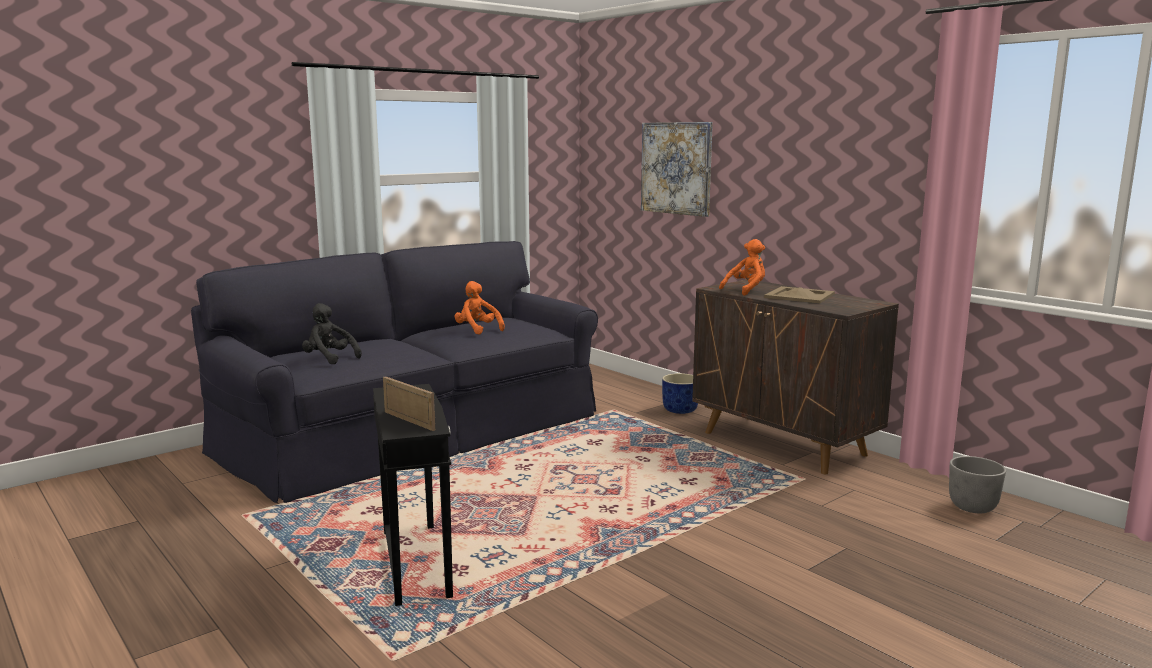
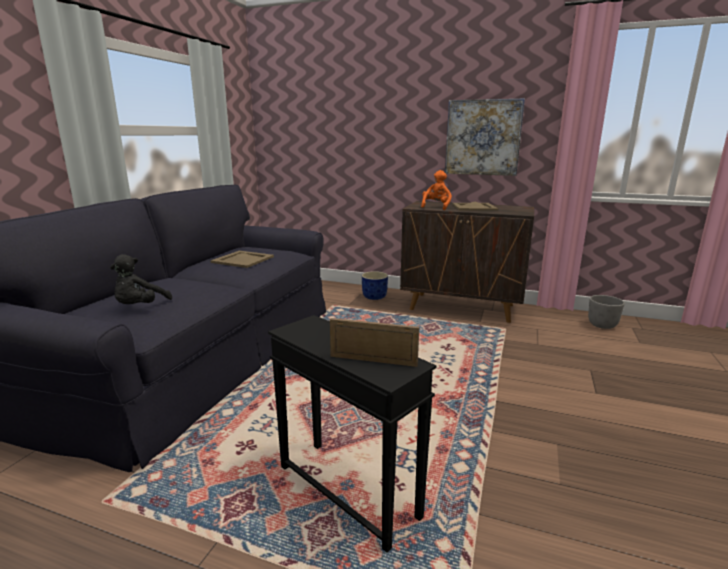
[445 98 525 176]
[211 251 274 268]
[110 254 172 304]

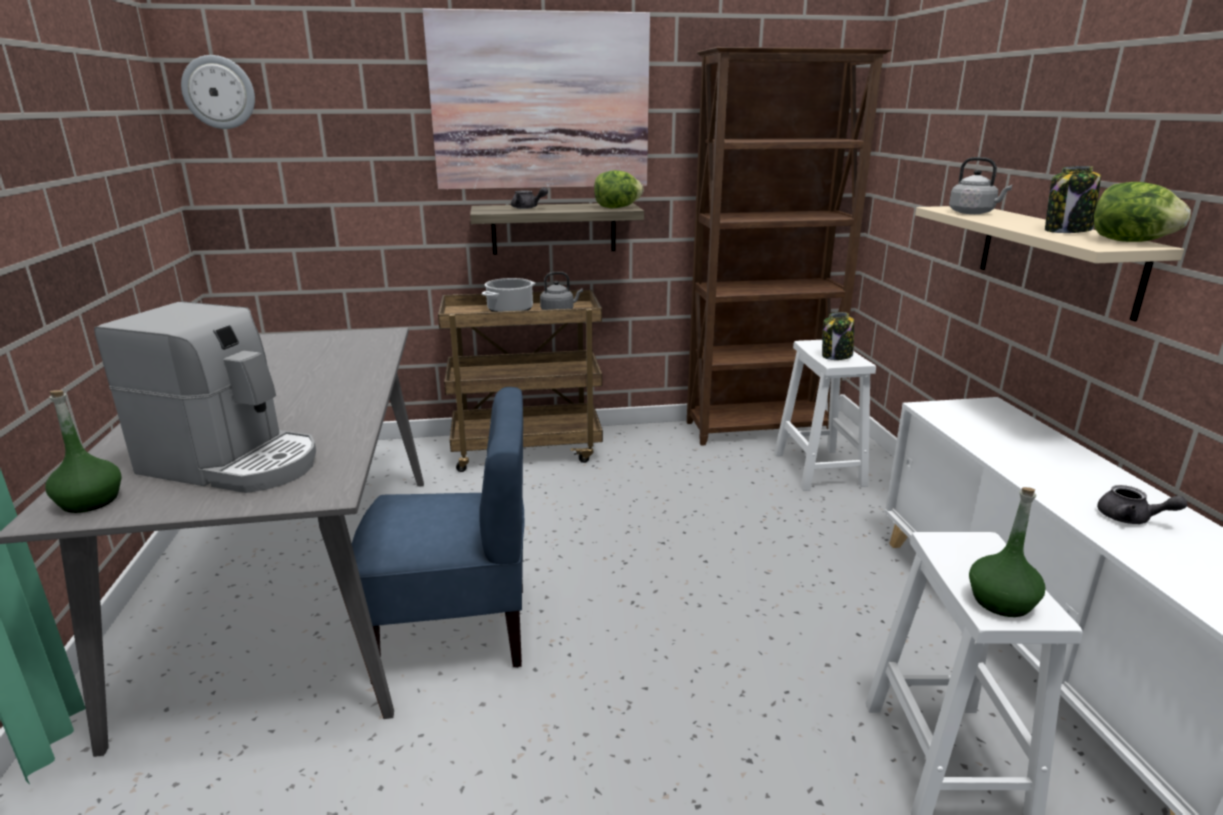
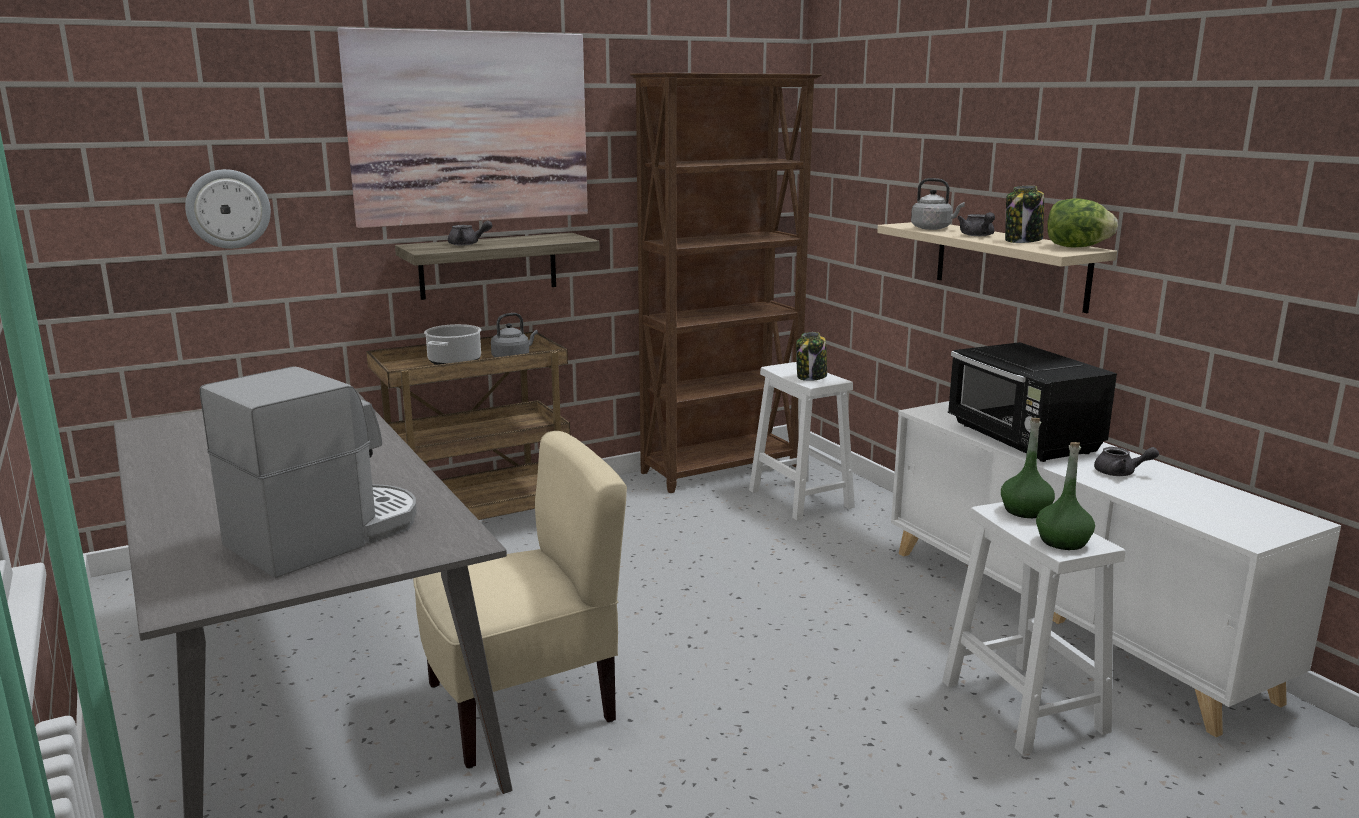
[185 169 271 249]
[594 170 643 208] (first image)
[200 366 417 578]
[413 431 627 768]
[1001 418 1055 518]
[957 212 995 236]
[948 342 1117 462]

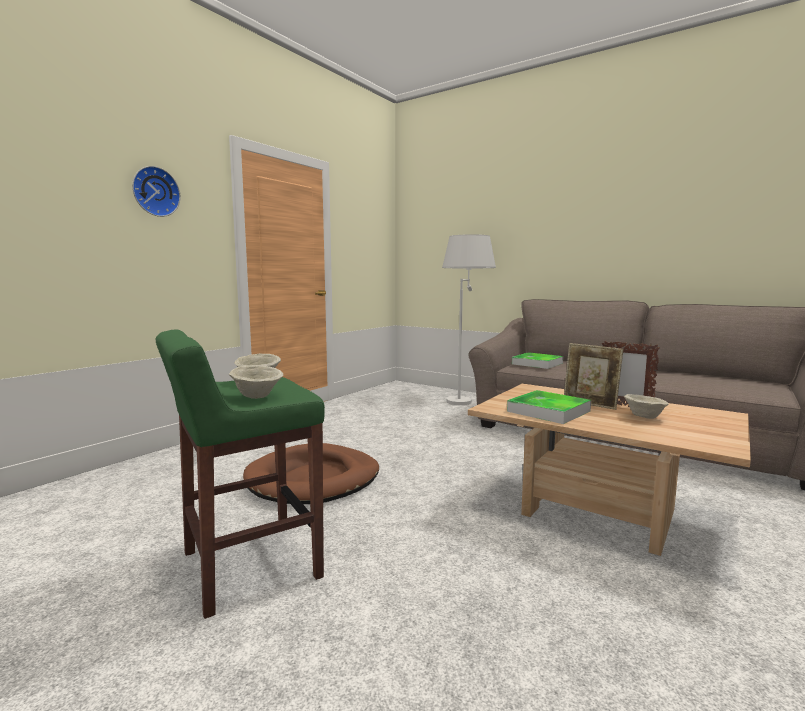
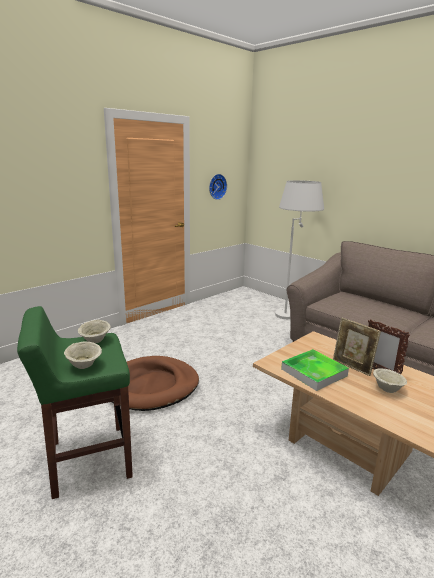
[209 174 227 200]
[512 352 563 369] (first image)

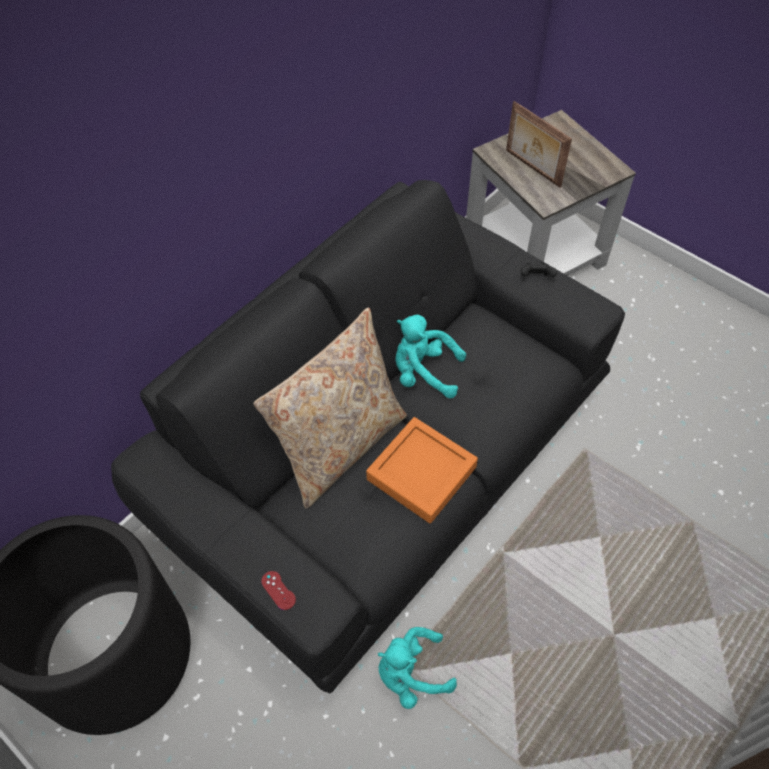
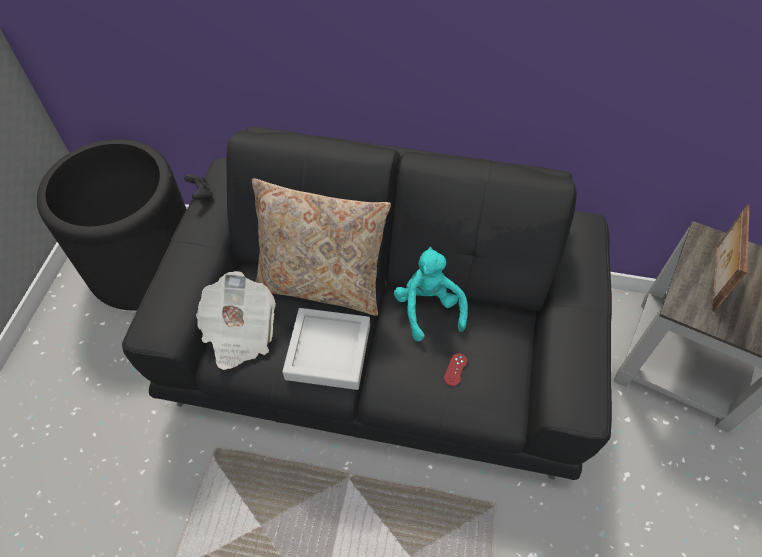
[184 174 213 200]
[282 308 370 390]
[444 353 467 386]
[378 627 457 709] (first image)
[196 271 276 370]

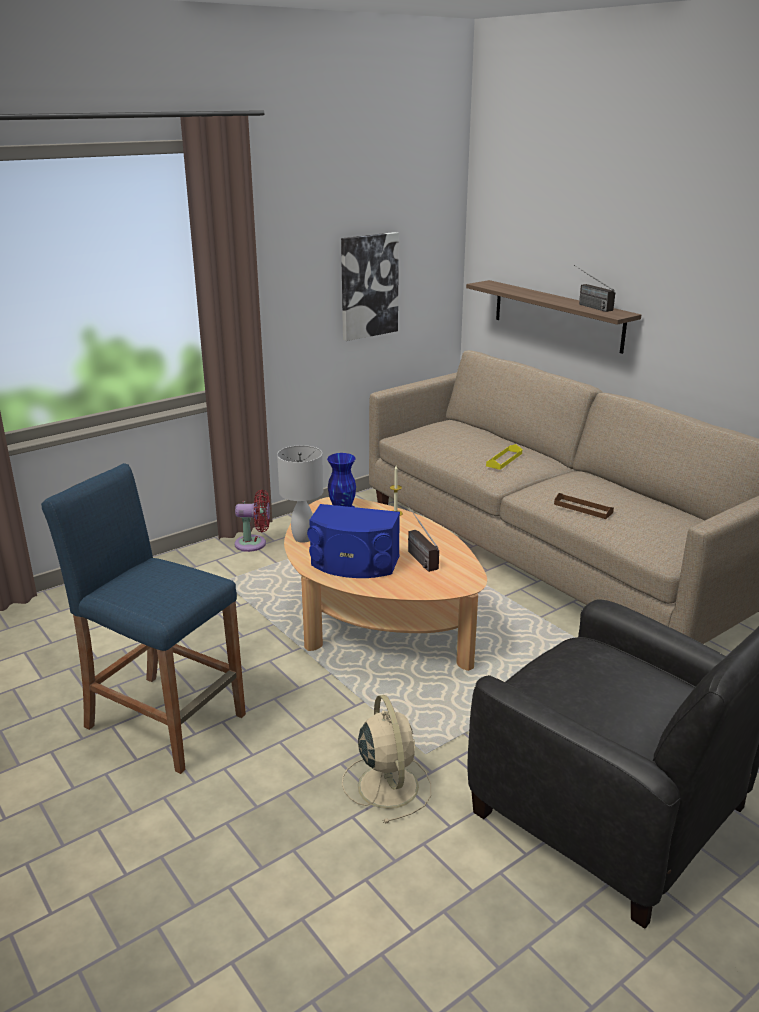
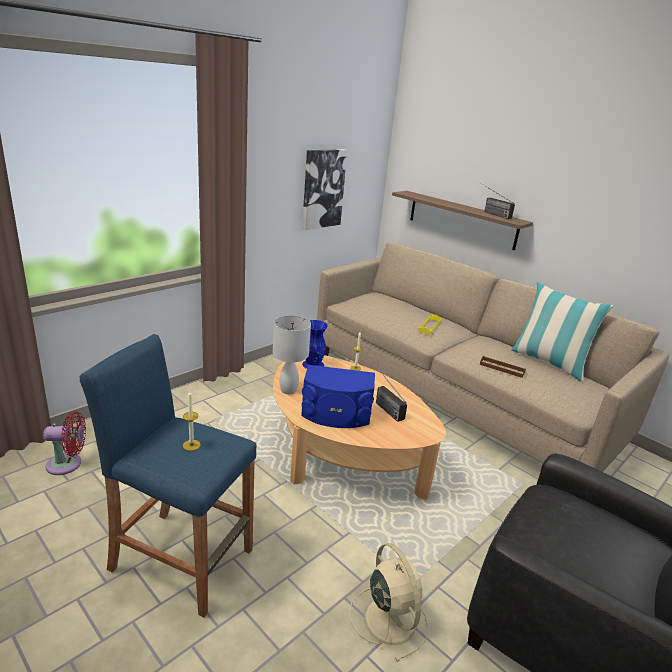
[43 411 86 475]
[511 282 613 382]
[183 391 201 451]

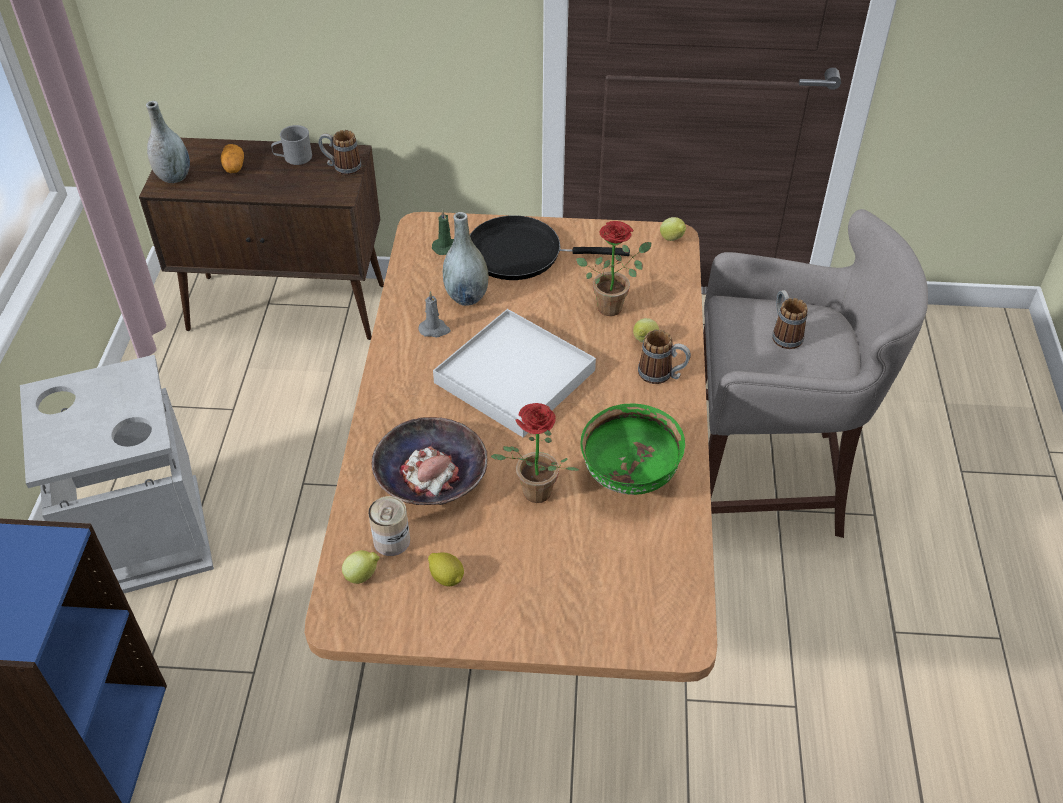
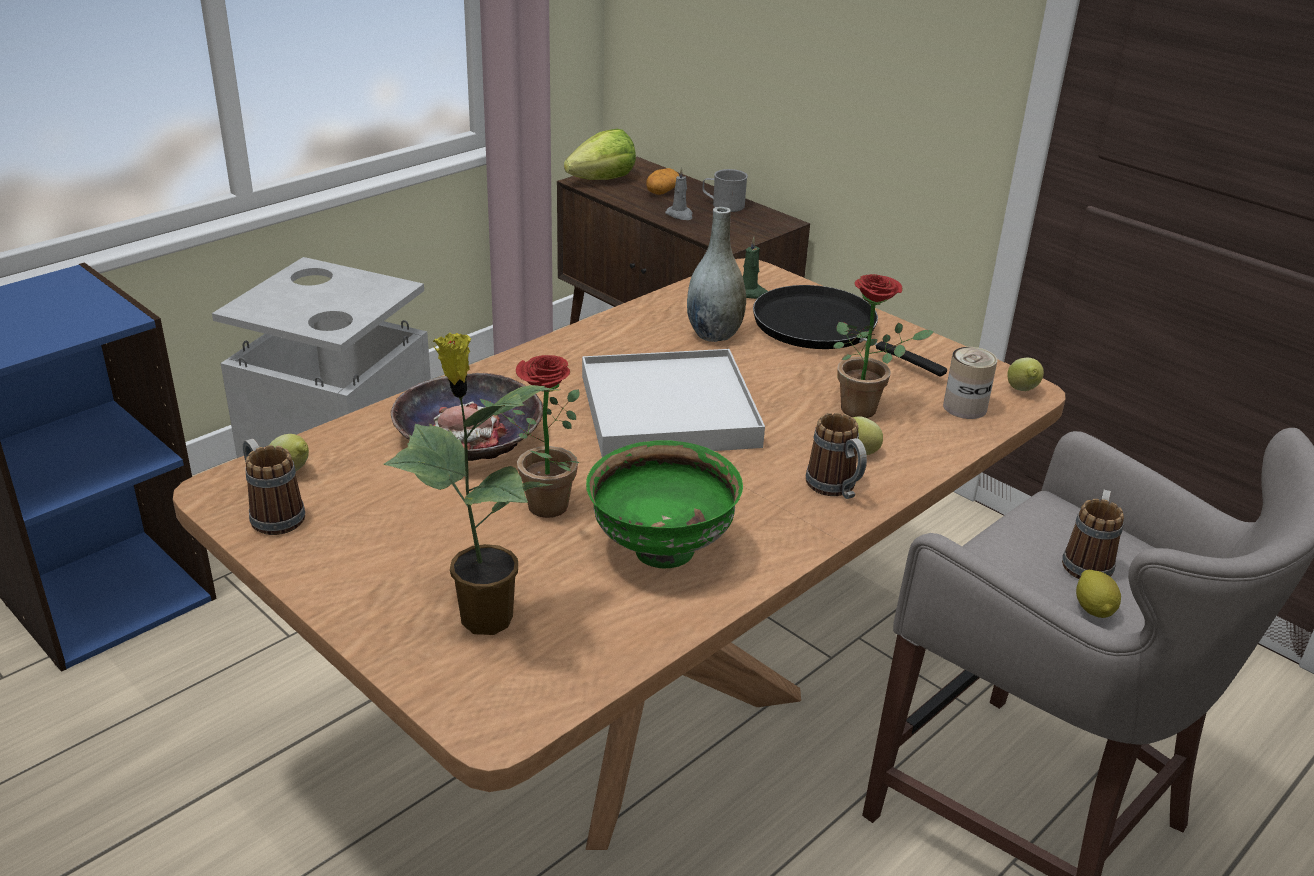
[564 129 636 180]
[243 438 305 535]
[665 167 693 220]
[943 347 997 419]
[1076 570 1121 618]
[383 333 560 635]

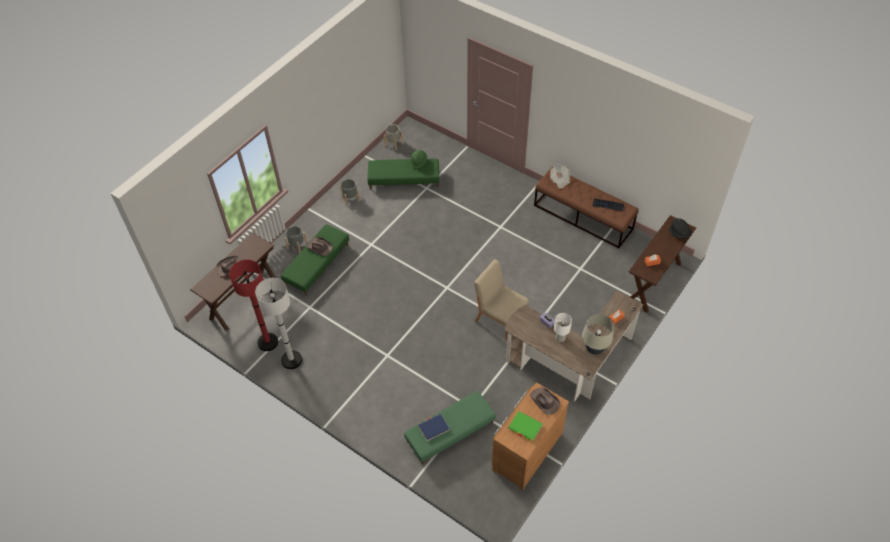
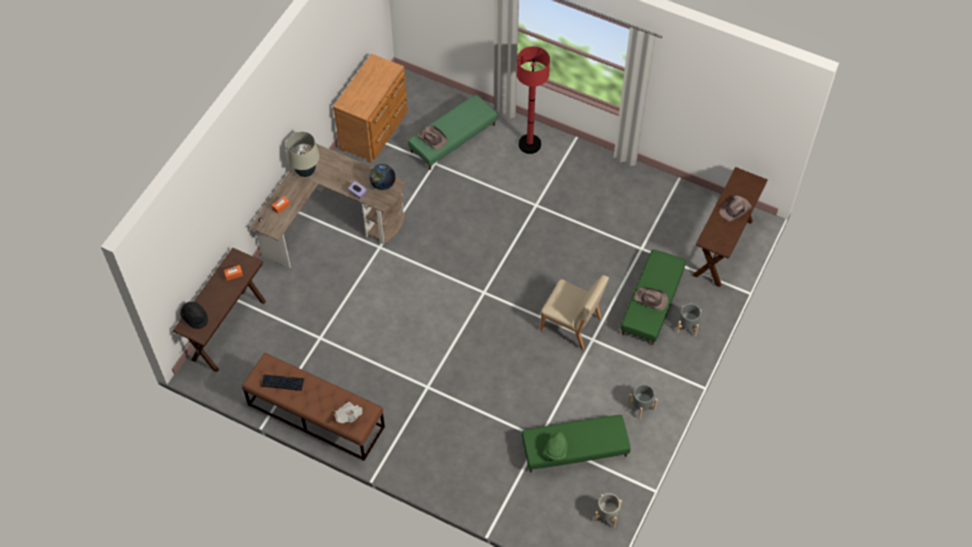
[540 275 609 350]
[517 46 550 154]
[255 278 302 369] (first image)
[554 313 572 342] (first image)
[418 126 448 150]
[508 411 543 442] (first image)
[418 413 450 441] (first image)
[369 164 395 190]

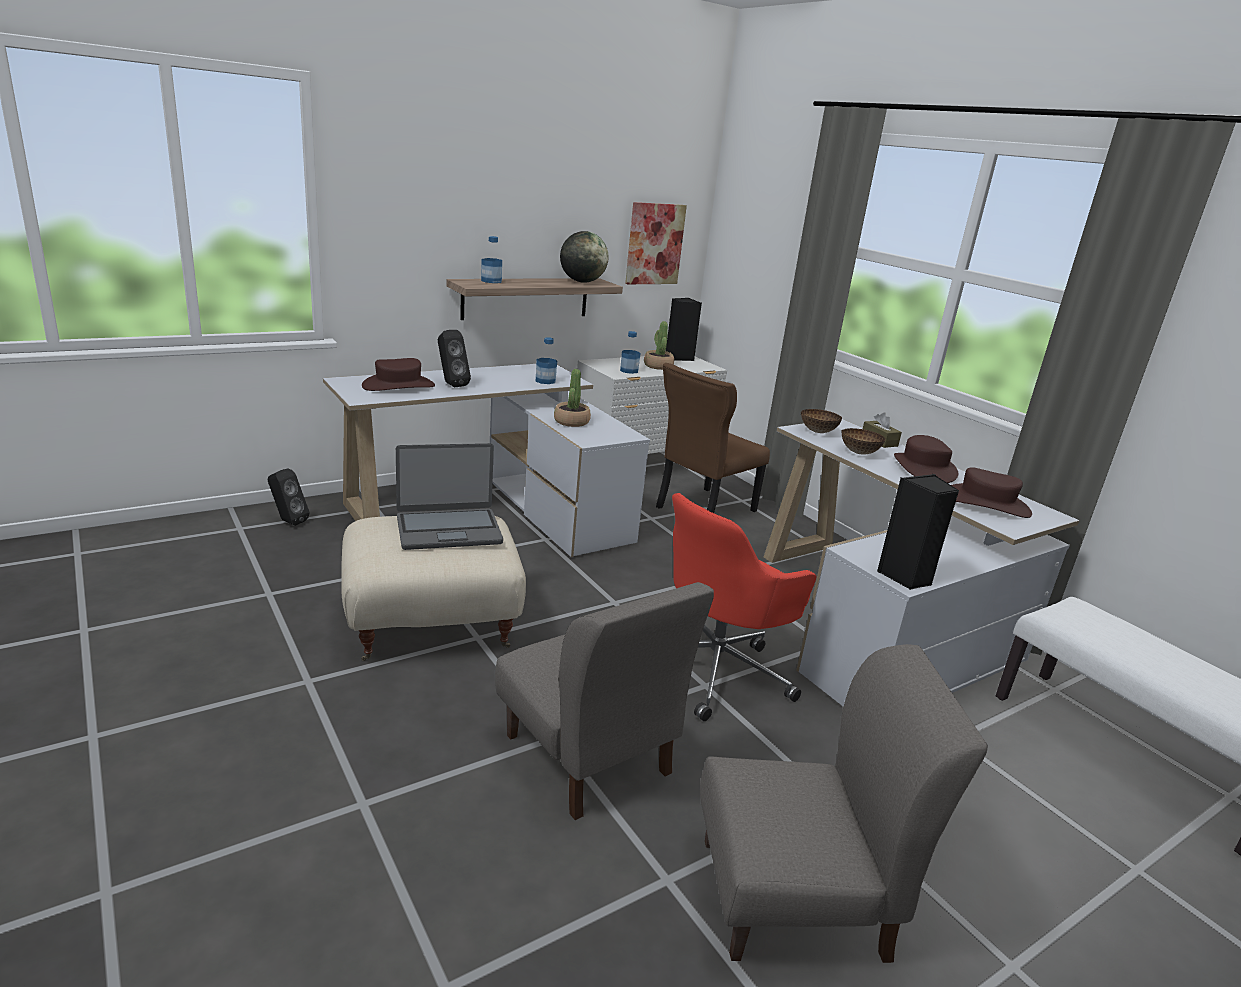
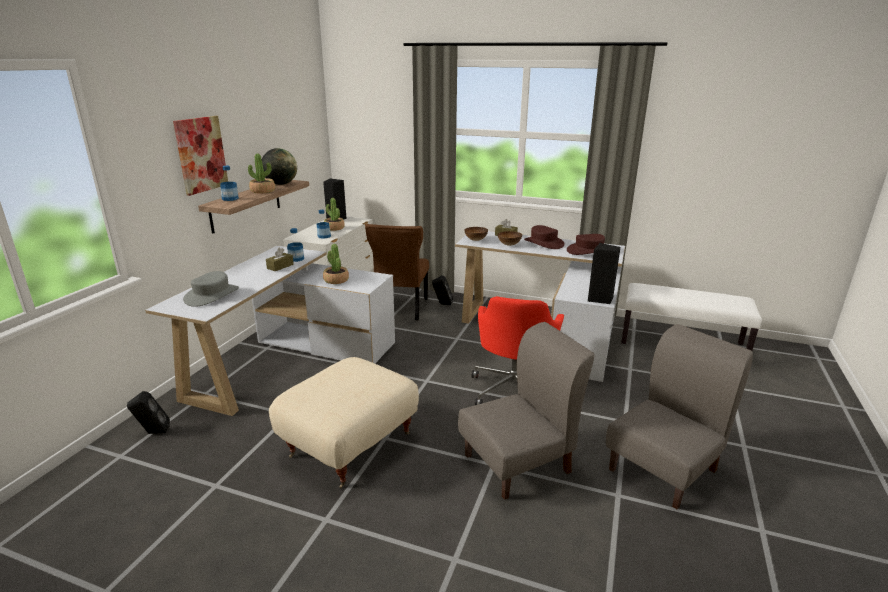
[173 116 228 196]
[432 275 453 305]
[183 271 239 307]
[396 443 503 550] (first image)
[458 322 594 500]
[248 154 275 193]
[266 248 294 271]

